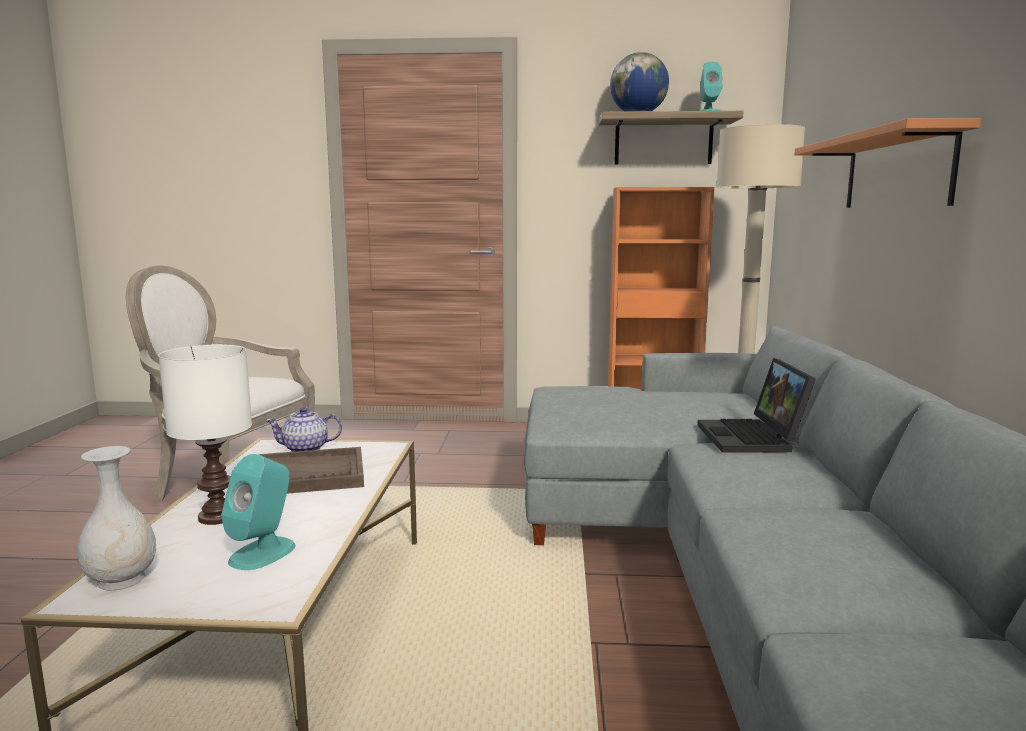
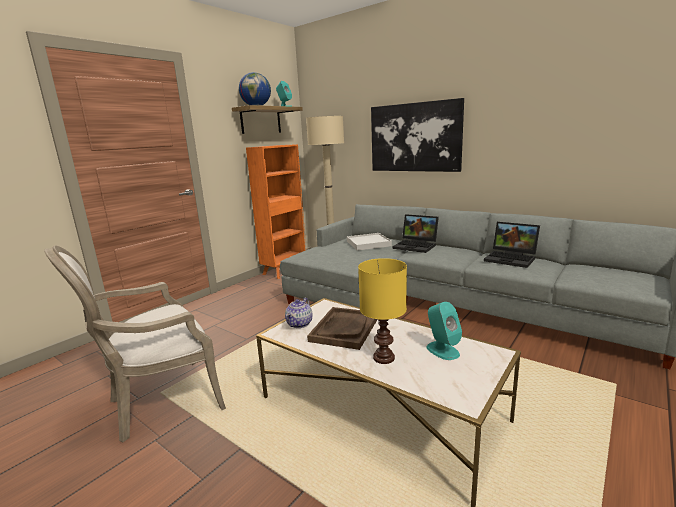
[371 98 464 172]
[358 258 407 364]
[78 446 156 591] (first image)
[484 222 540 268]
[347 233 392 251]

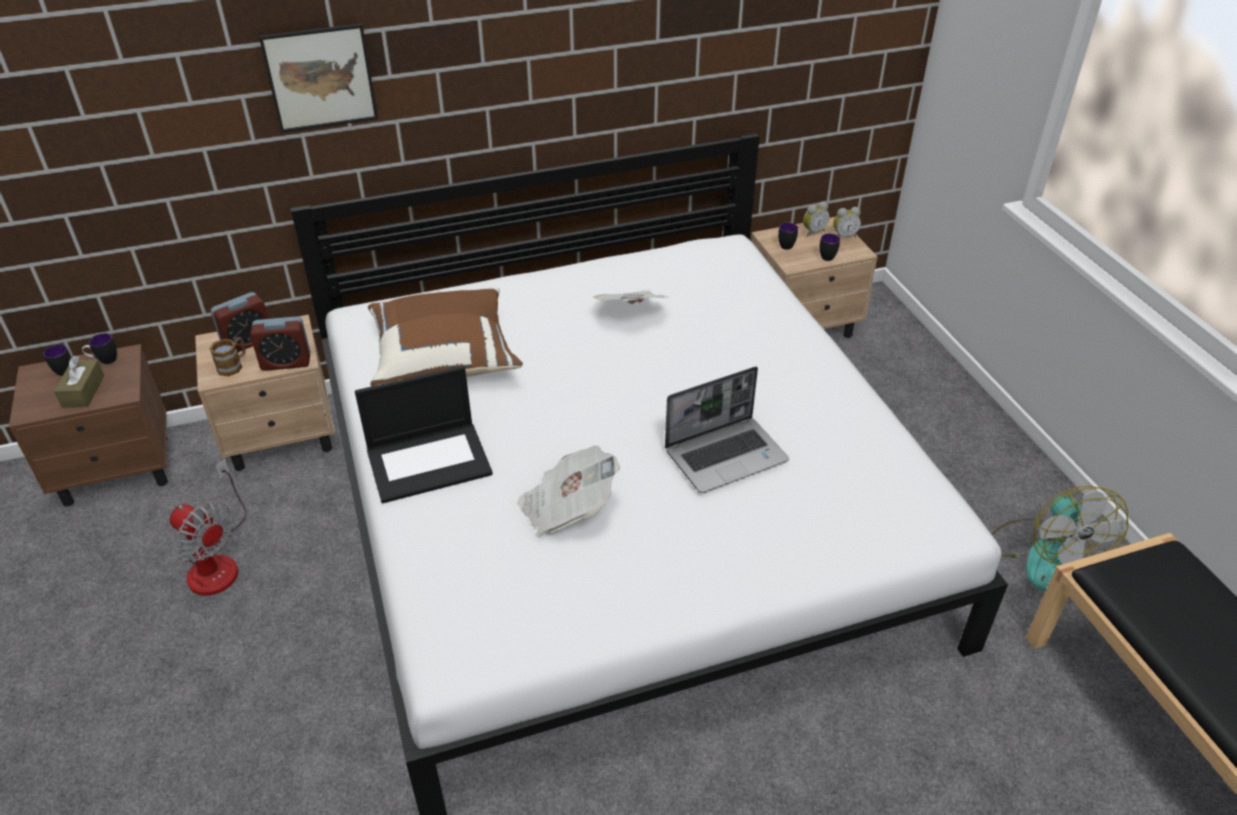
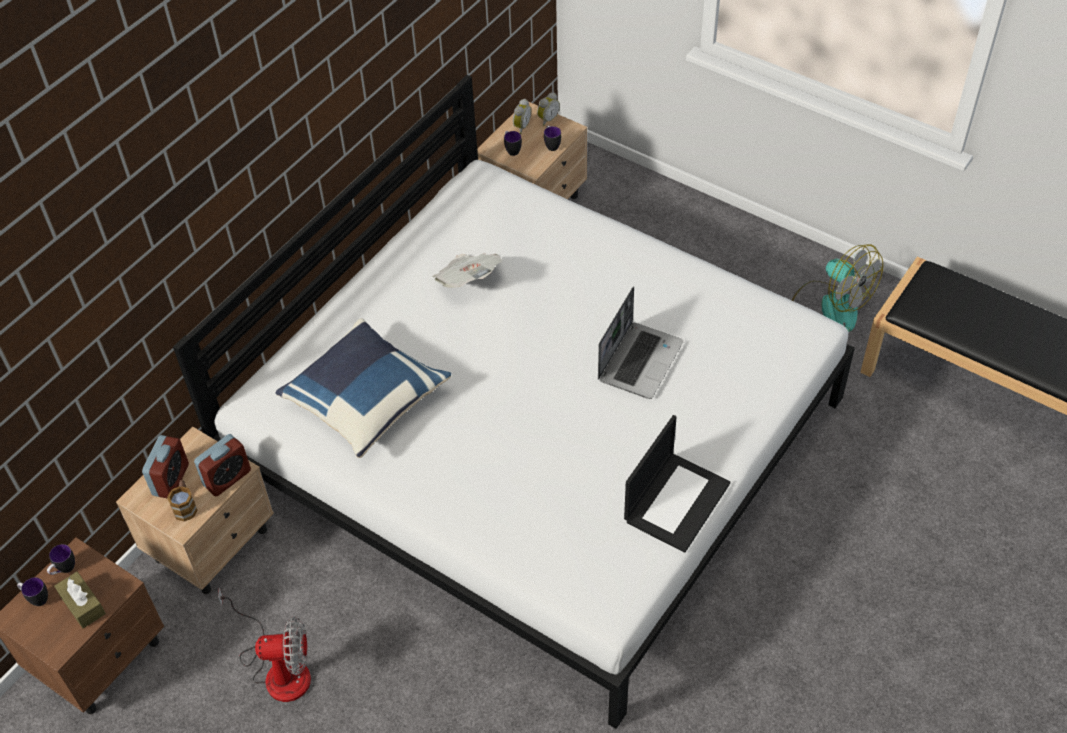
[259 23 378 133] (first image)
[276 318 451 458]
[624 415 730 553]
[517 445 620 535] (first image)

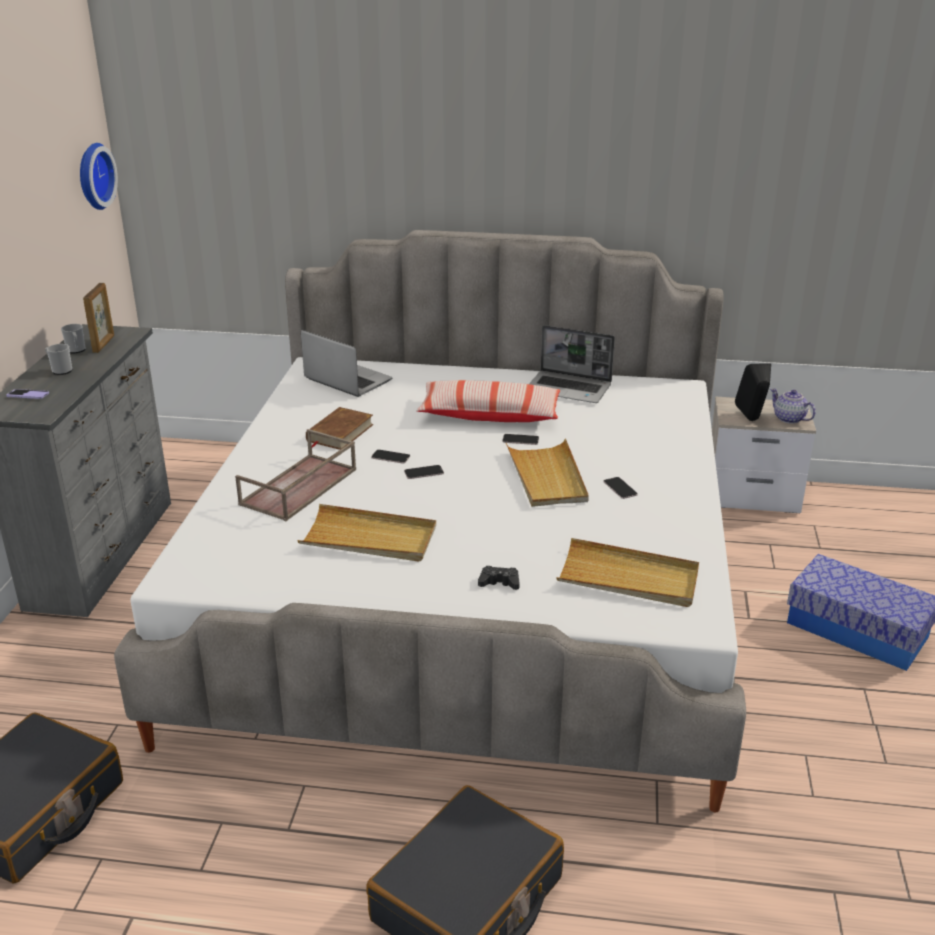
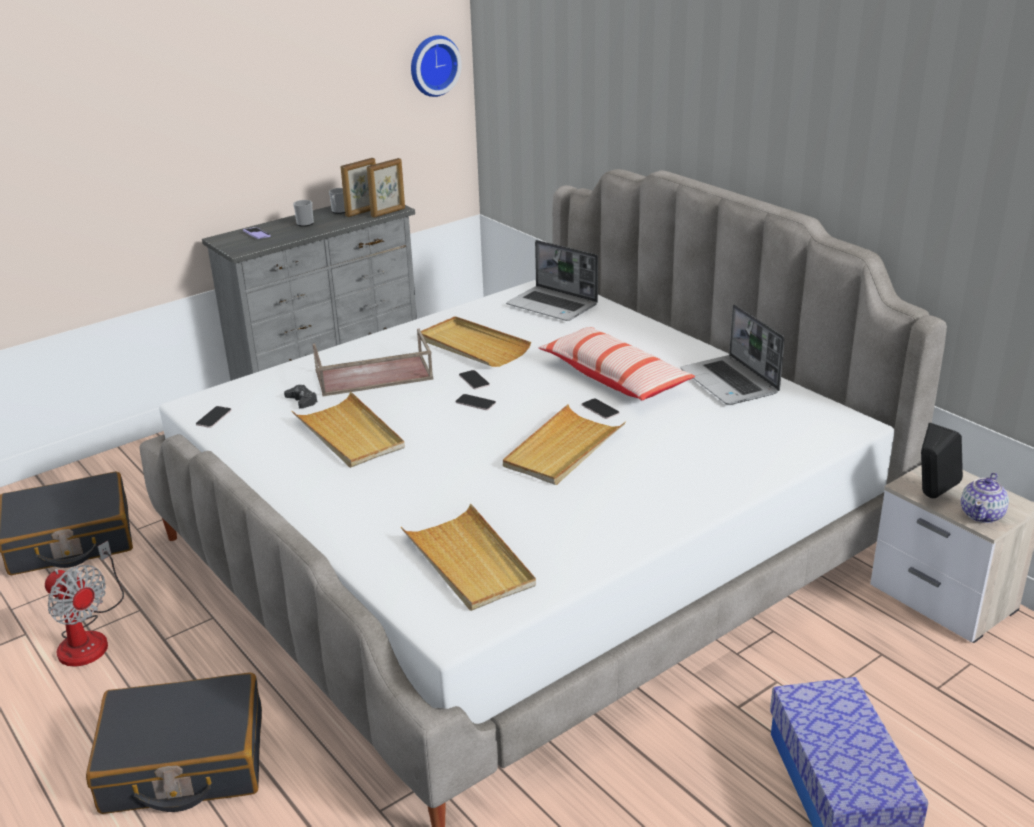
[506 240 598 321]
[961 473 1009 523]
[421 316 531 367]
[196 406 232 428]
[284 385 318 409]
[367 158 405 218]
[45 541 124 667]

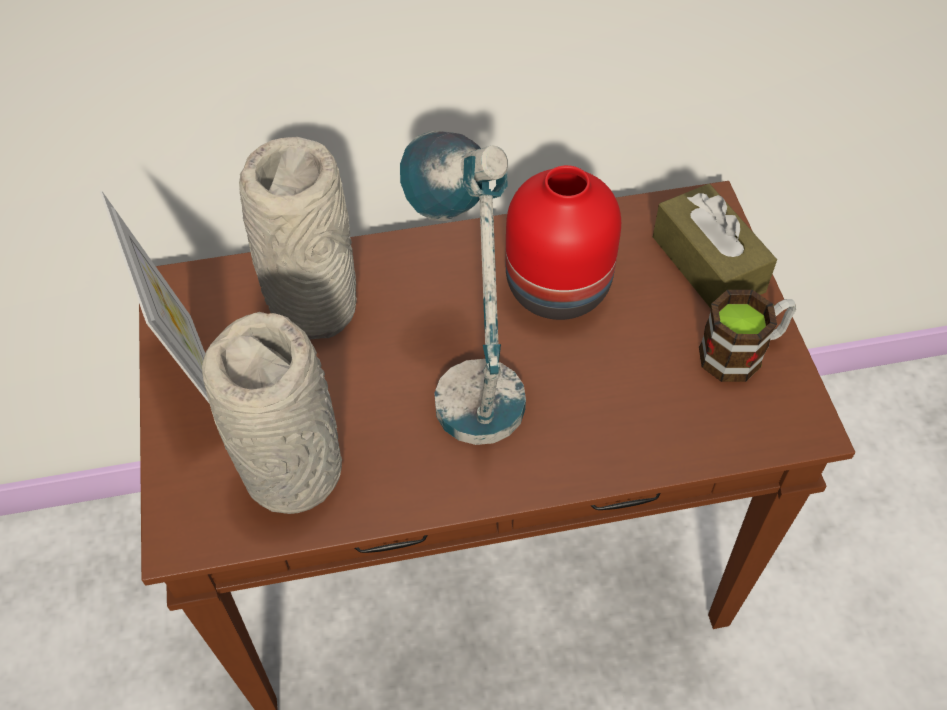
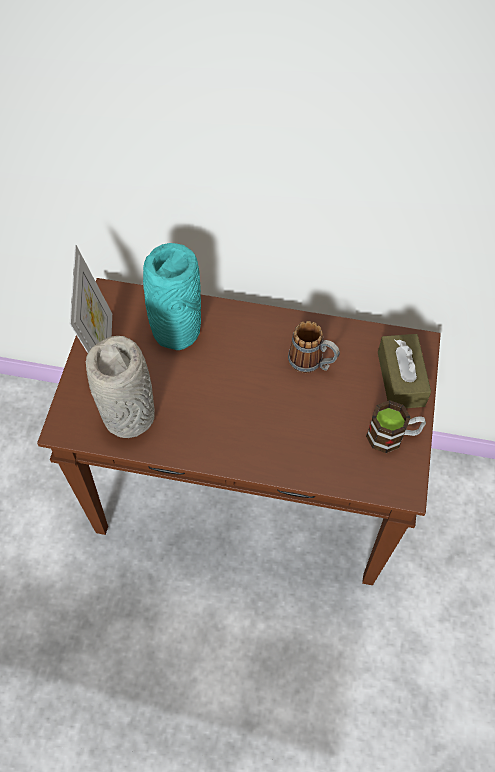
[400 131 526 445] (first image)
[143 243 201 350]
[288 321 340 373]

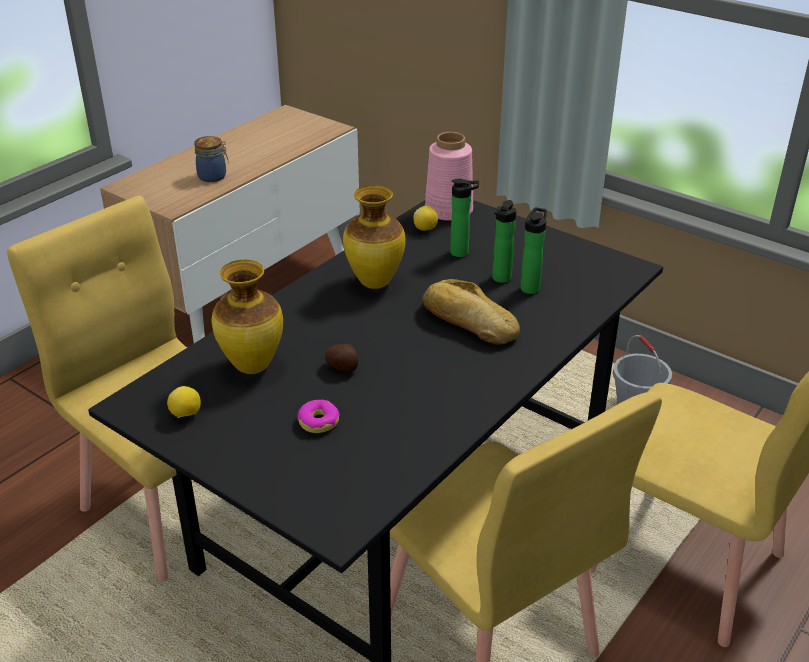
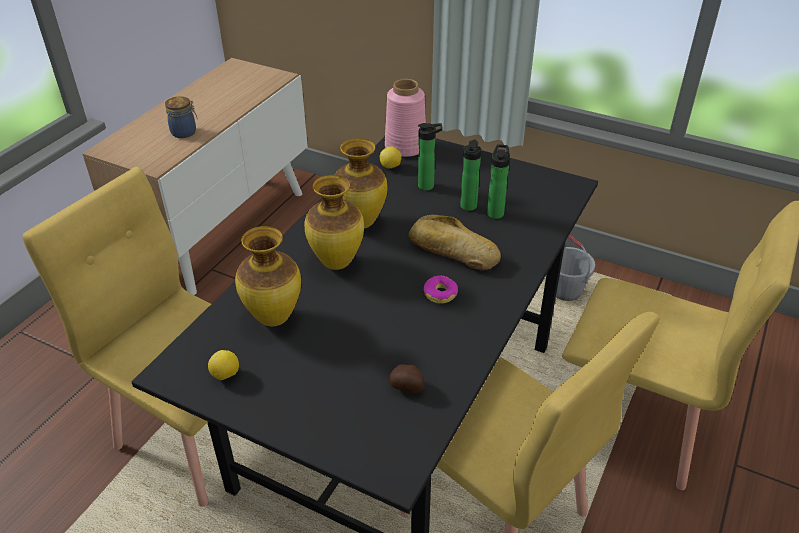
[389 364 424 393]
[424 276 458 304]
[304 175 364 270]

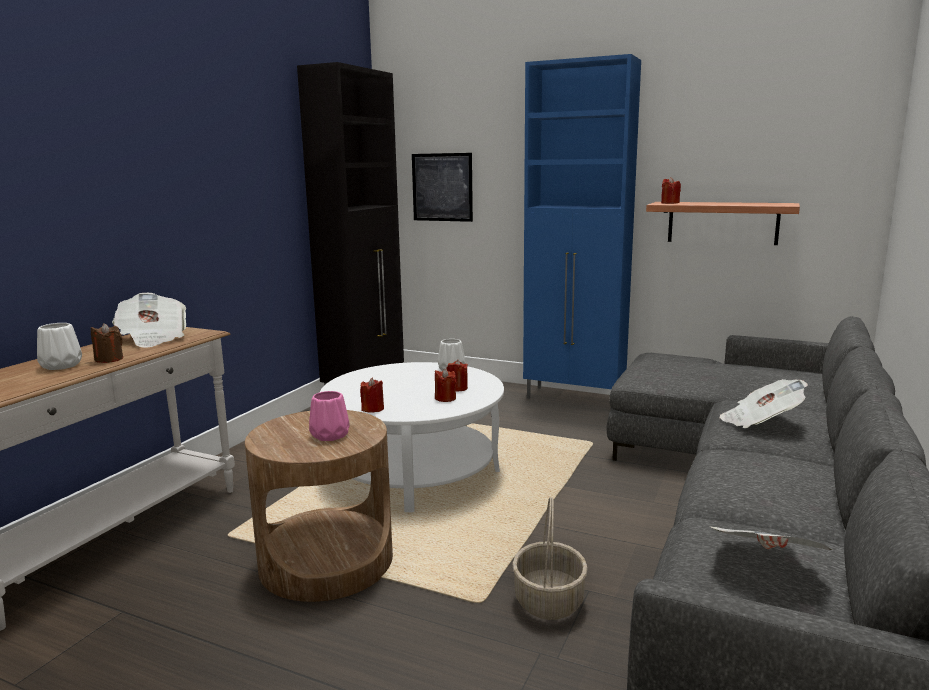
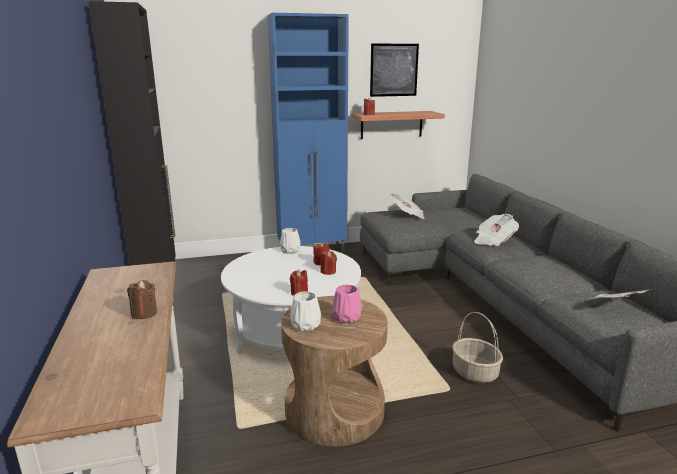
[370 44 419 97]
[391 194 424 219]
[290 291 321 331]

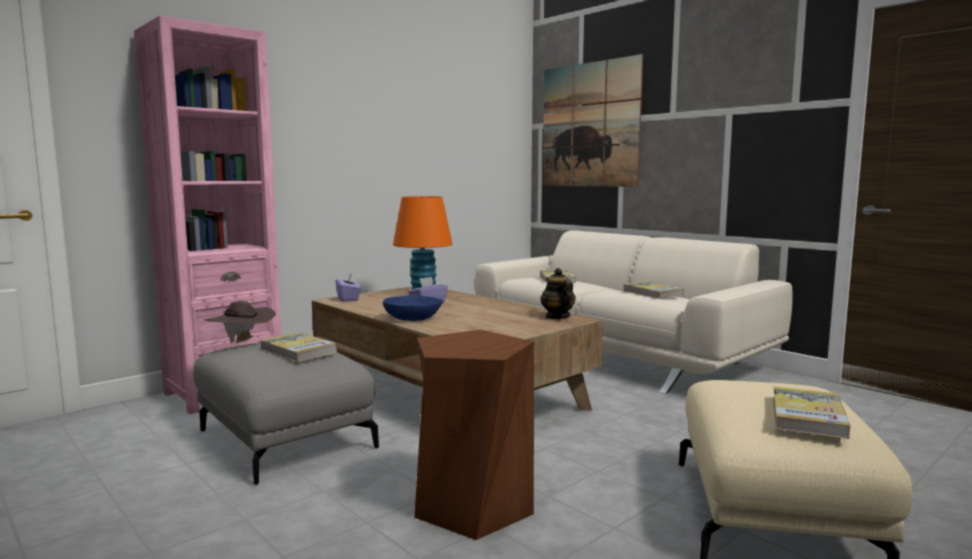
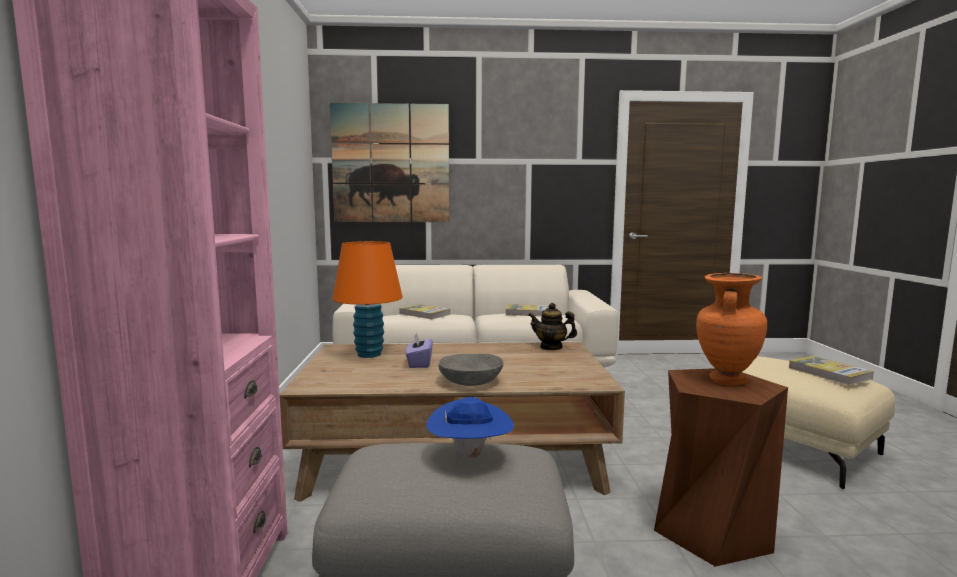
[335 273 361 302] (first image)
[439 354 504 386]
[203 300 276 344] (first image)
[426 397 514 461]
[696 273 767 386]

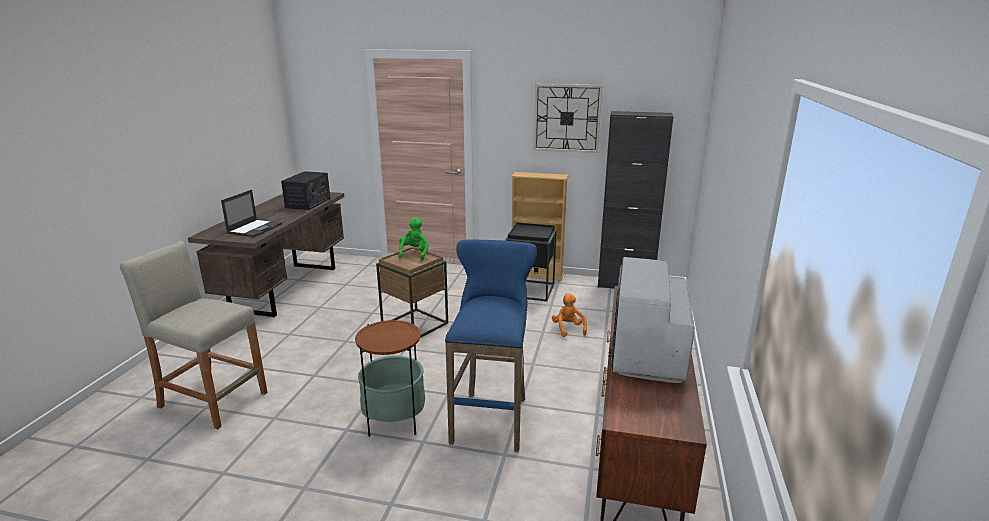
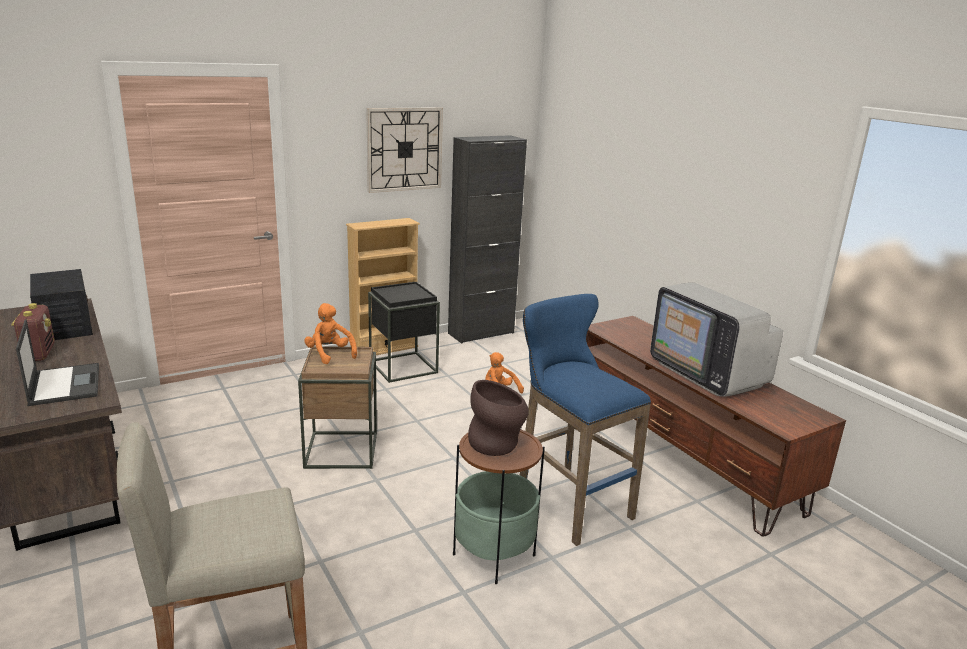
[304 303 357 364]
[11 303 55 361]
[468 380 529 456]

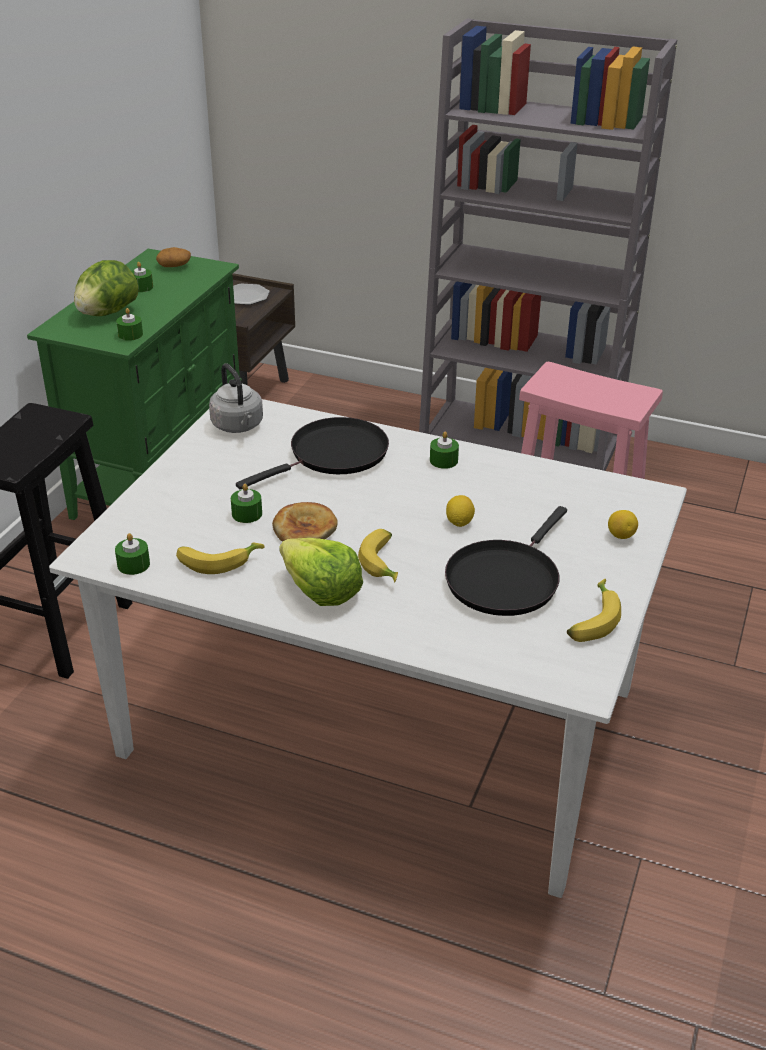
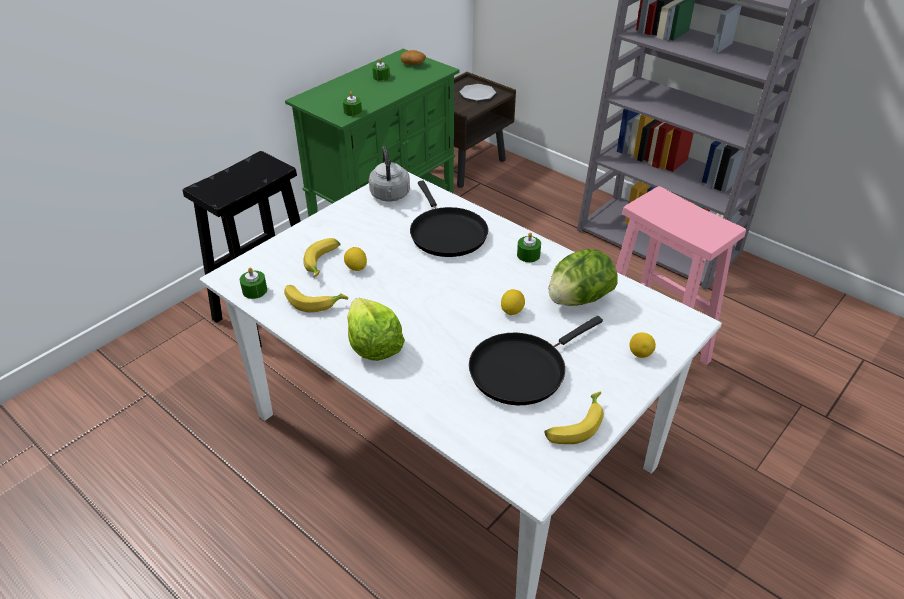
[549 249 617 306]
[410 180 488 257]
[344 247 367 271]
[272 502 338 542] (first image)
[303 238 340 278]

